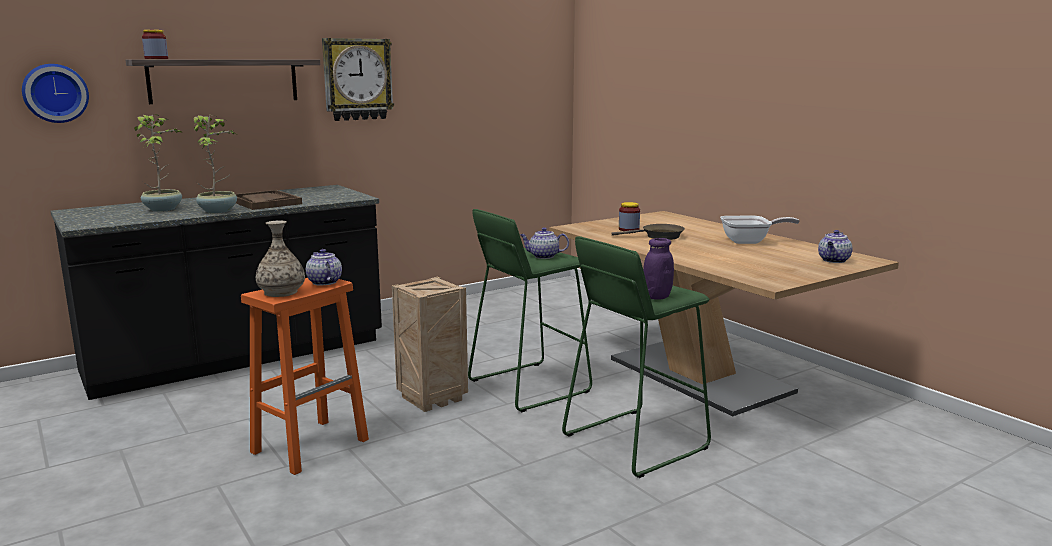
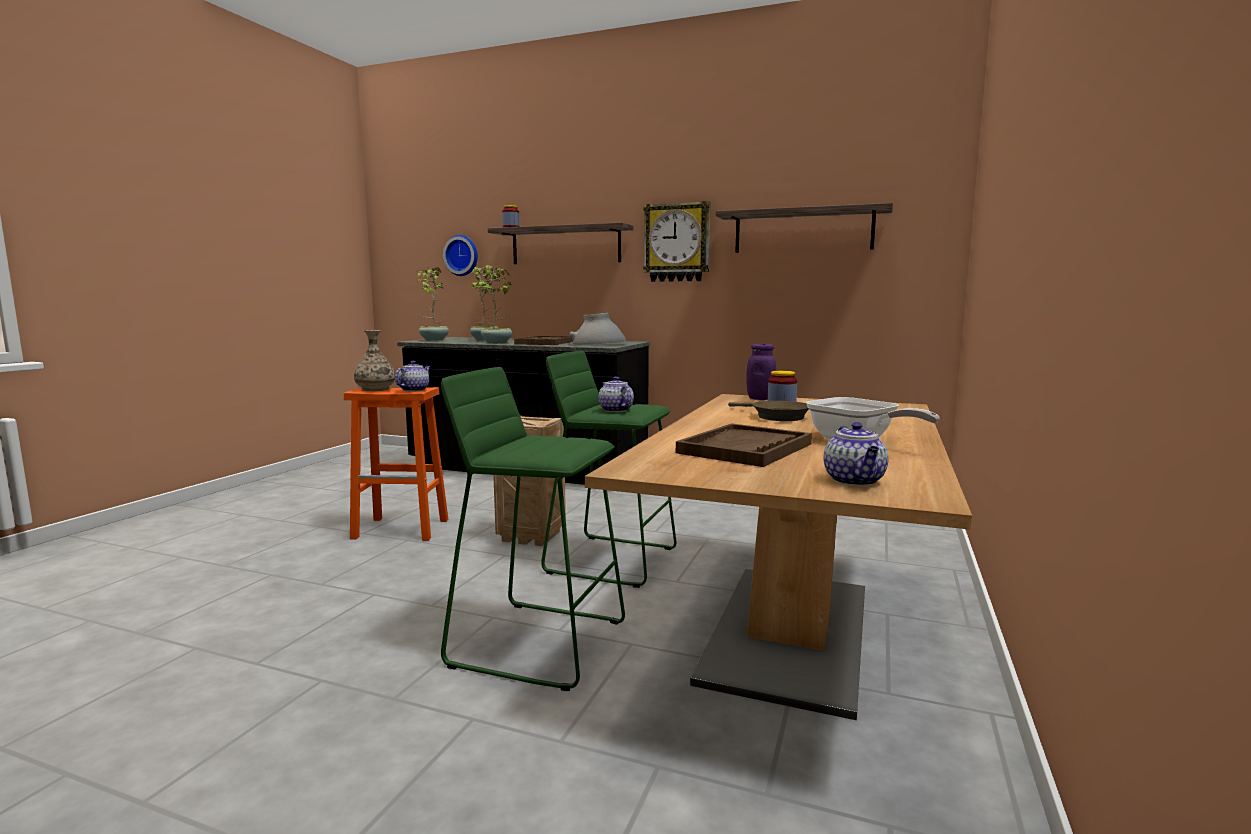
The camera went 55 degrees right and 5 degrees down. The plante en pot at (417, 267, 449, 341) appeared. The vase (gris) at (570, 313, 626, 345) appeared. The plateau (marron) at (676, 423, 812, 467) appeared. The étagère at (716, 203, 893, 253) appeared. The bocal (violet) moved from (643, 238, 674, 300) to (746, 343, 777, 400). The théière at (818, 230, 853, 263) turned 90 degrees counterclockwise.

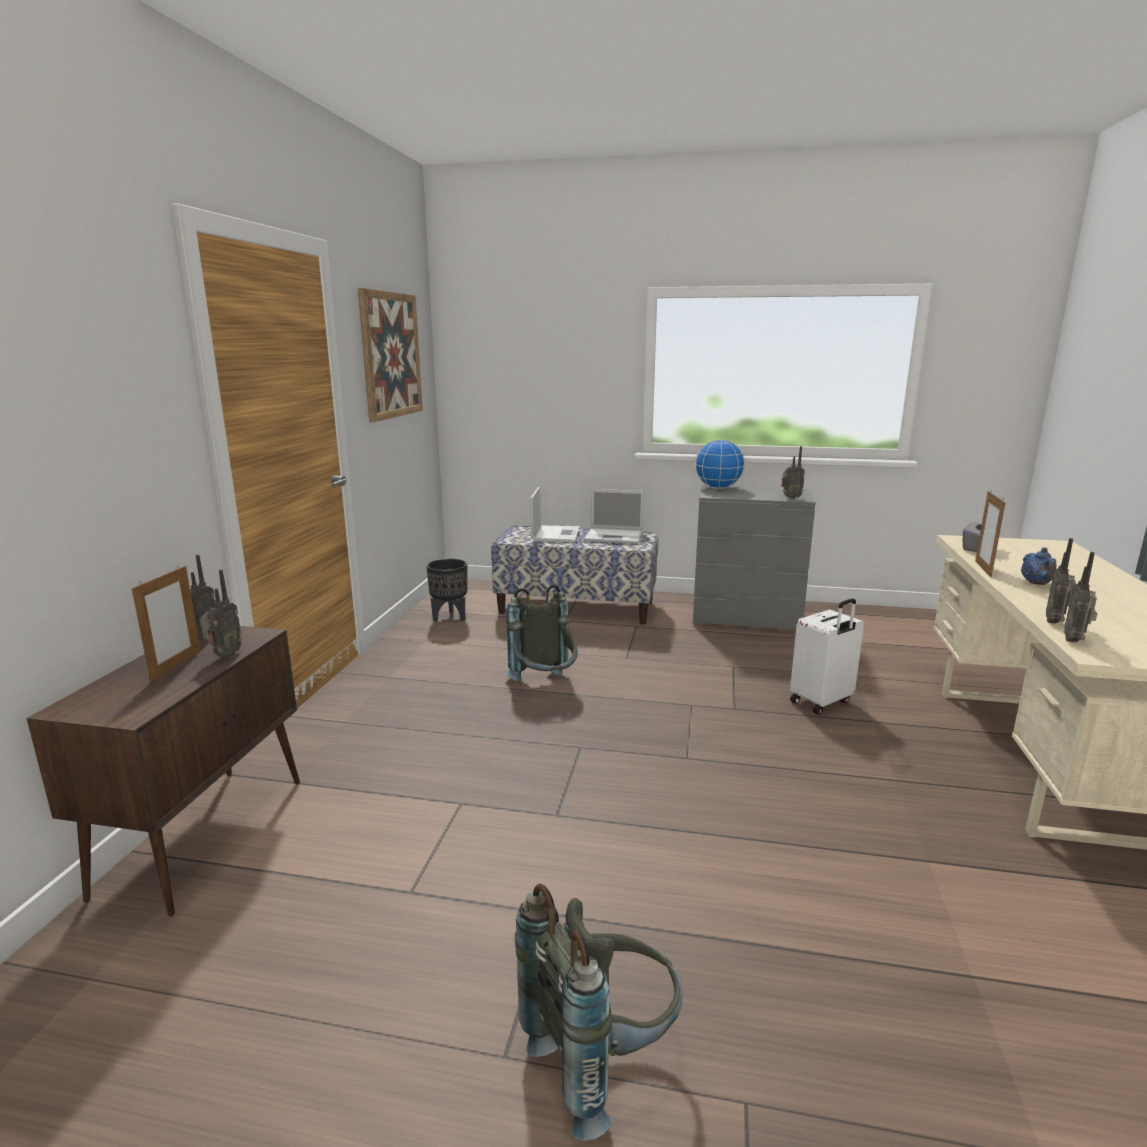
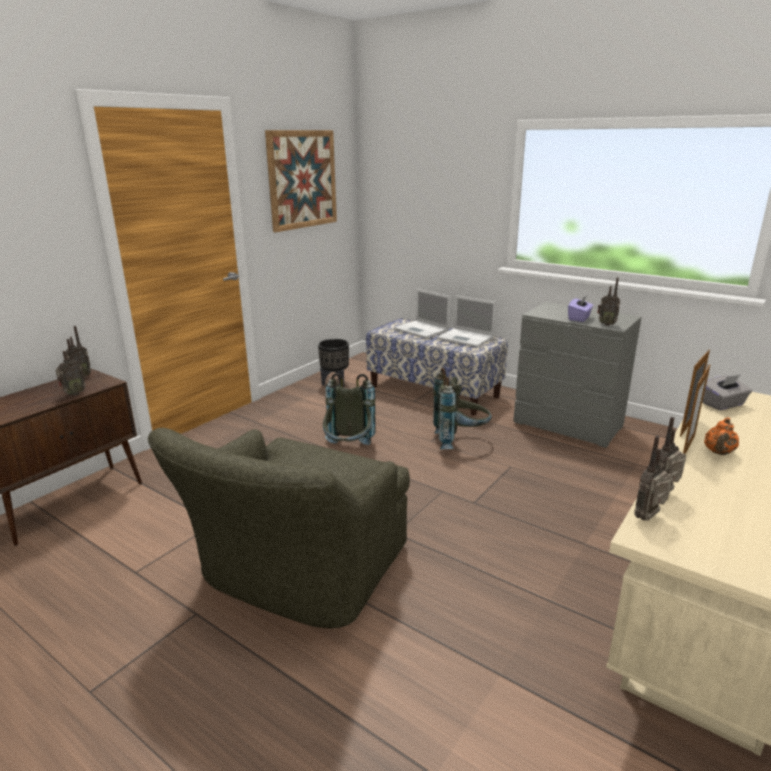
The camera went 25 degrees right and 5 degrees up. The fauteuil (vert) at (148, 428, 410, 628) appeared. The ordinateur portable at (530, 487, 580, 542) turned 105 degrees clockwise. The sac à dos (gris) moved from (515, 884, 682, 1141) to (433, 368, 492, 449). The boîte à mouchoirs (violet) at (568, 296, 594, 322) appeared. The cadre photo moved from (132, 566, 201, 681) to (683, 364, 710, 454). The théière (bleu) at (1021, 547, 1057, 585) became the théière (orange) at (704, 417, 739, 455). The globe at (695, 439, 745, 489) disappeared. The valise (blanc) at (790, 598, 864, 715) disappeared.

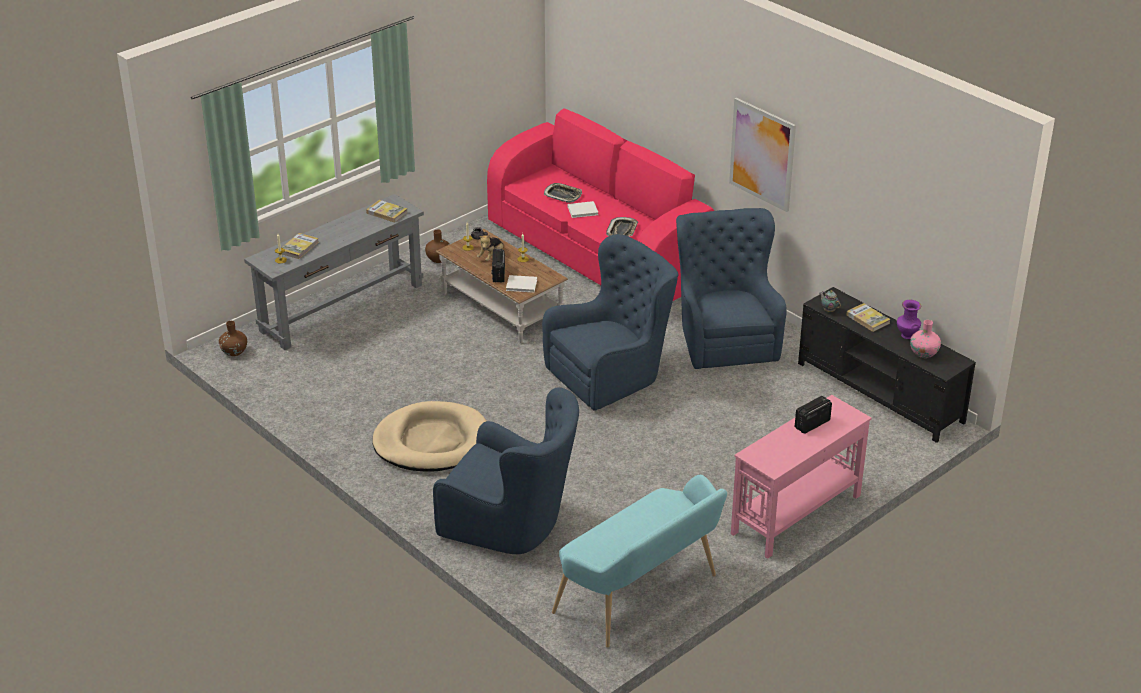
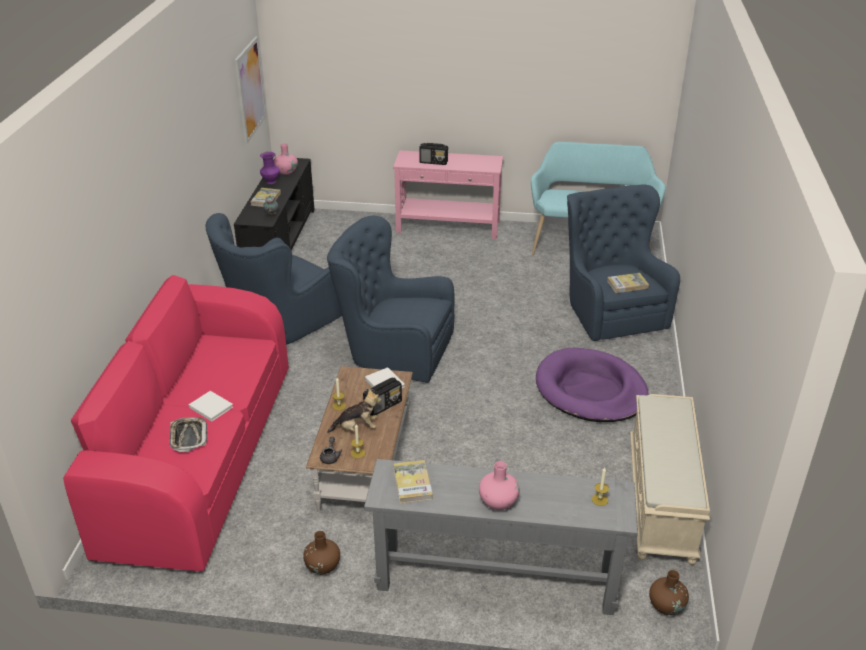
The camera went 130 degrees left and 0 degrees up. The tableau moved from (729, 98, 796, 212) to (235, 37, 266, 144). The vase (rose) at (479, 461, 520, 510) appeared. The panier pour chien (beige) at (372, 401, 486, 472) became the panier pour chien (violet) at (536, 348, 649, 422). The livre moved from (281, 233, 319, 259) to (607, 273, 649, 293). The banc (beige) at (630, 394, 710, 565) appeared. The plateau at (606, 217, 638, 237) disappeared.

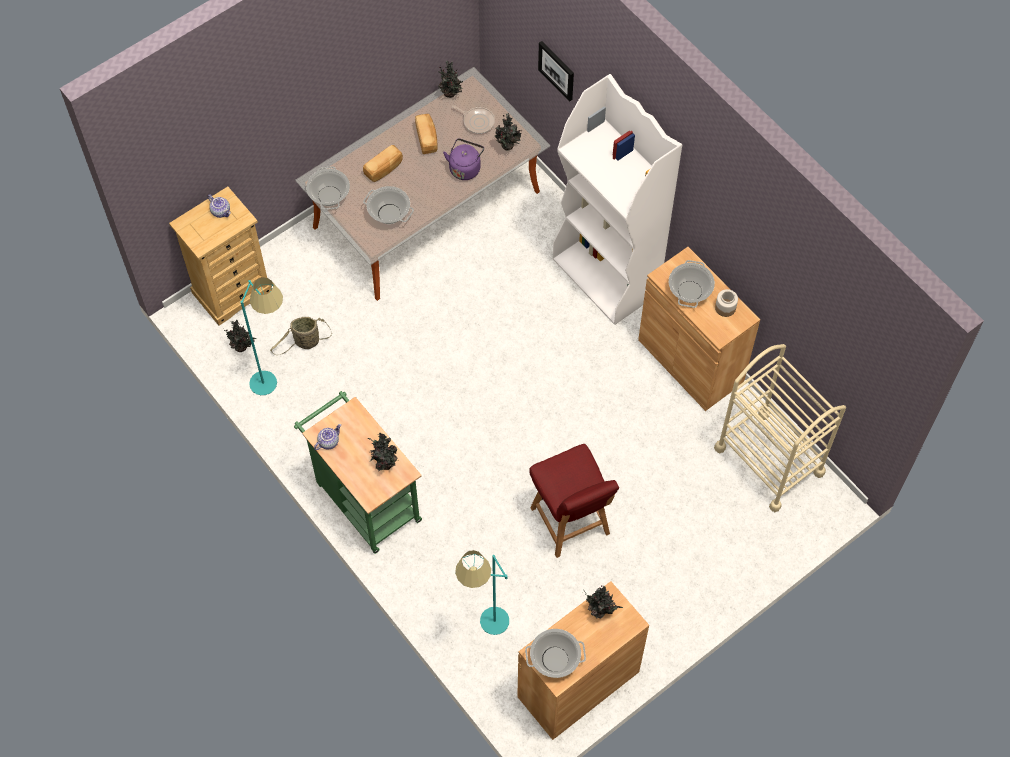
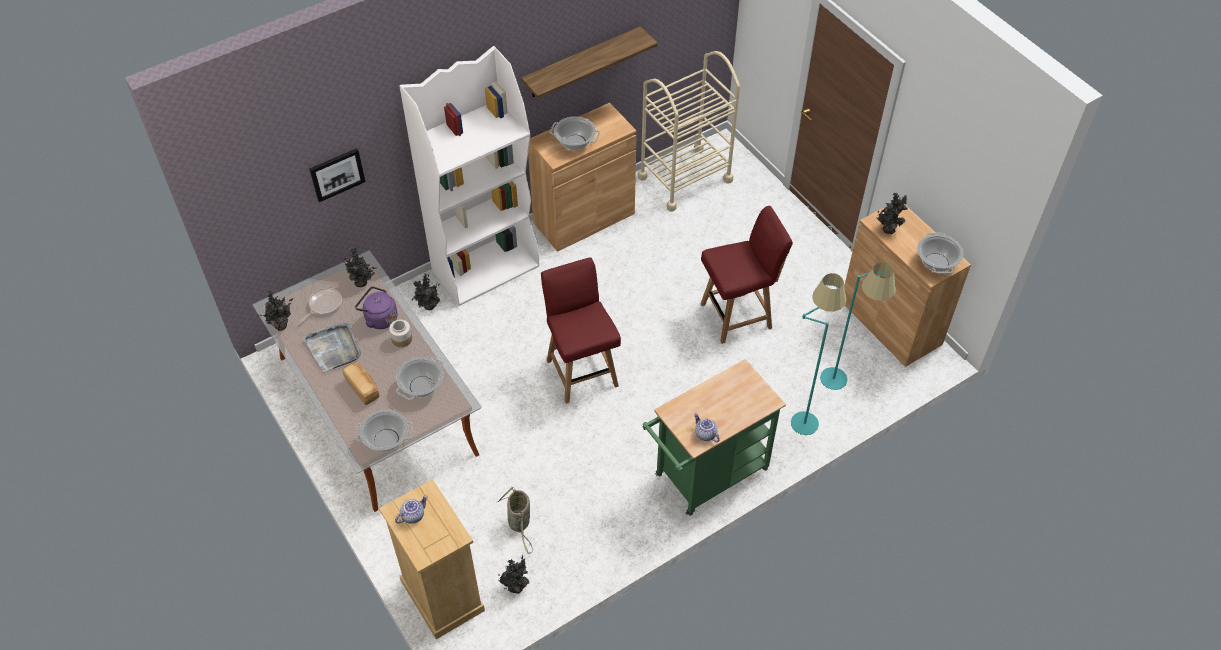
The camera went 85 degrees left and 10 degrees down. The pain at (415, 114, 437, 154) was replaced by the plateau (gris) at (303, 323, 361, 372). The bocal moved from (715, 289, 738, 317) to (389, 320, 412, 347). The plante en pot moved from (368, 433, 397, 471) to (412, 273, 441, 310). The étagère at (521, 26, 658, 98) appeared. The chaise (rouge) at (541, 257, 621, 404) appeared. The lampadaire (turquoise) moved from (241, 277, 283, 395) to (791, 273, 847, 435).

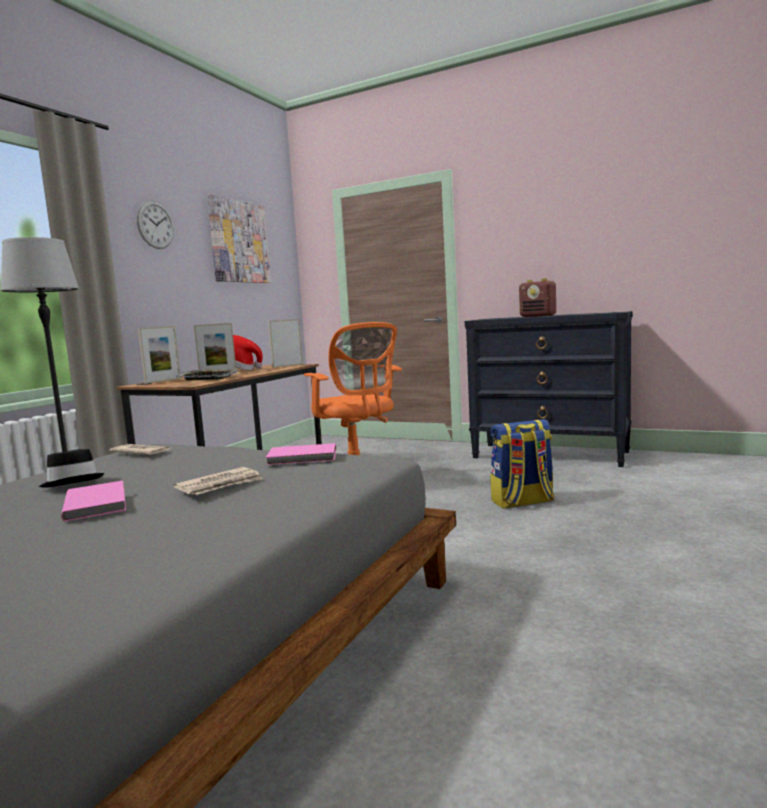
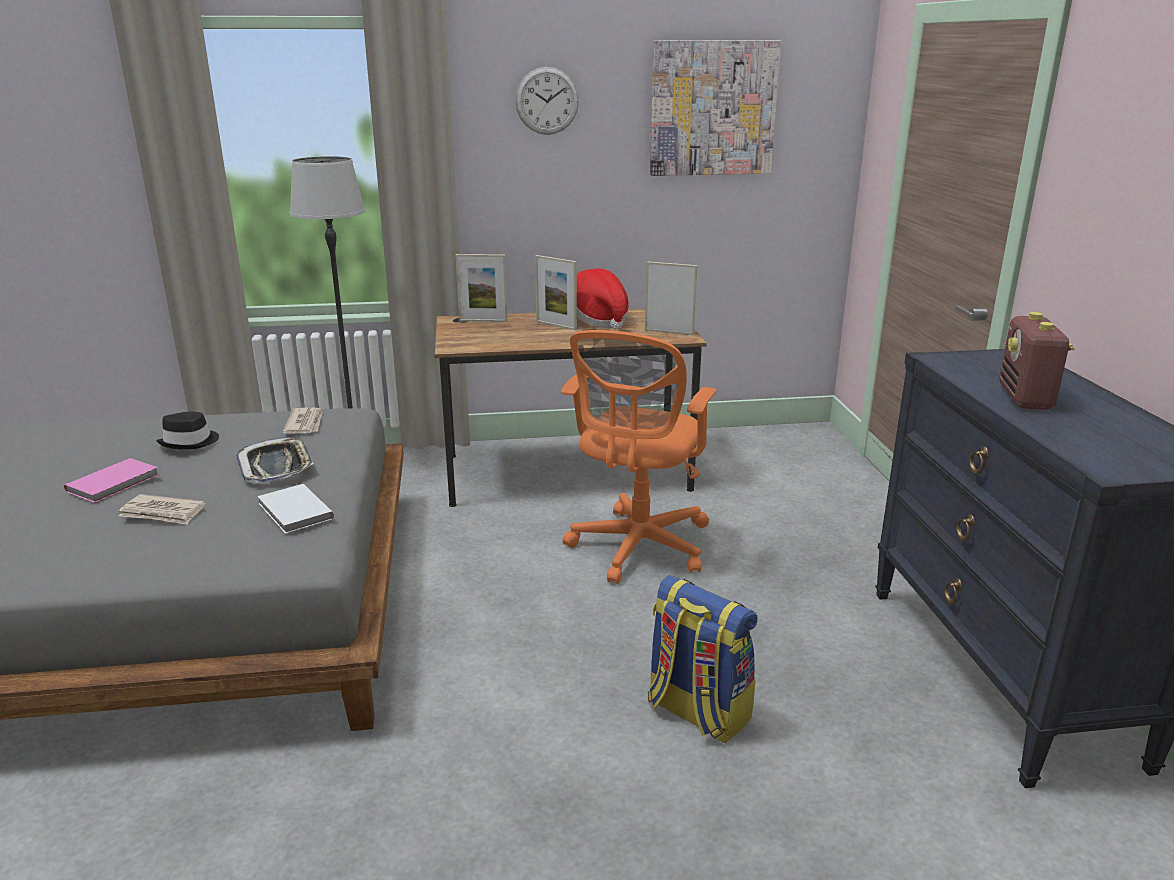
The camera went 55 degrees right and 15 degrees up. The plateau moved from (177, 369, 239, 381) to (236, 437, 314, 484). The livre (rose) at (265, 443, 336, 465) became the livre (blanc) at (257, 484, 334, 534).

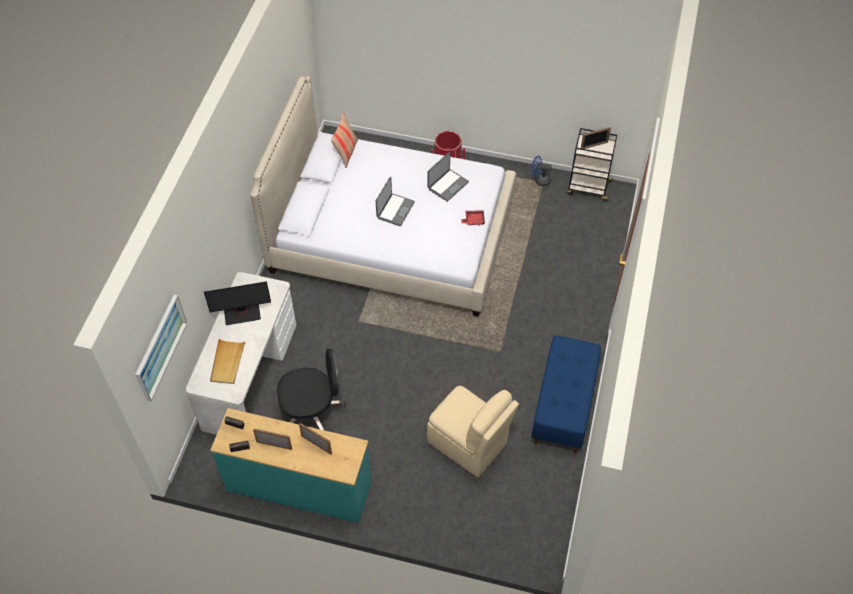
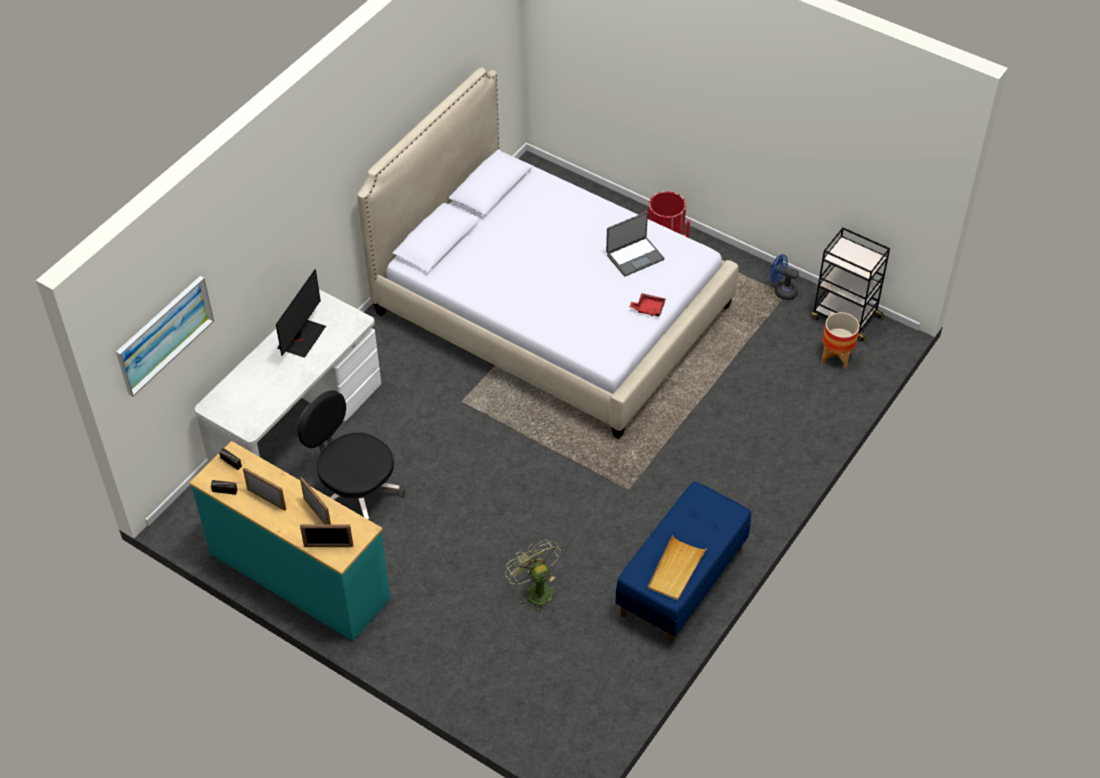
The camera went 20 degrees right and 5 degrees down. The écran d'ordinateur at (204, 281, 271, 325) turned 75 degrees counterclockwise. The chaise de bureau (noir) at (277, 349, 346, 430) turned 150 degrees counterclockwise. The cadre photo moved from (581, 127, 611, 149) to (300, 525, 353, 547). The chaise (beige) at (427, 386, 519, 477) was replaced by the ventilateur (vert) at (505, 539, 561, 613). The plateau (beige) moved from (210, 339, 245, 384) to (648, 535, 707, 601). The cache-pot at (821, 312, 860, 369) appeared. The coussin at (331, 112, 358, 168) disappeared. The ordinateur portable at (376, 177, 415, 226) disappeared.

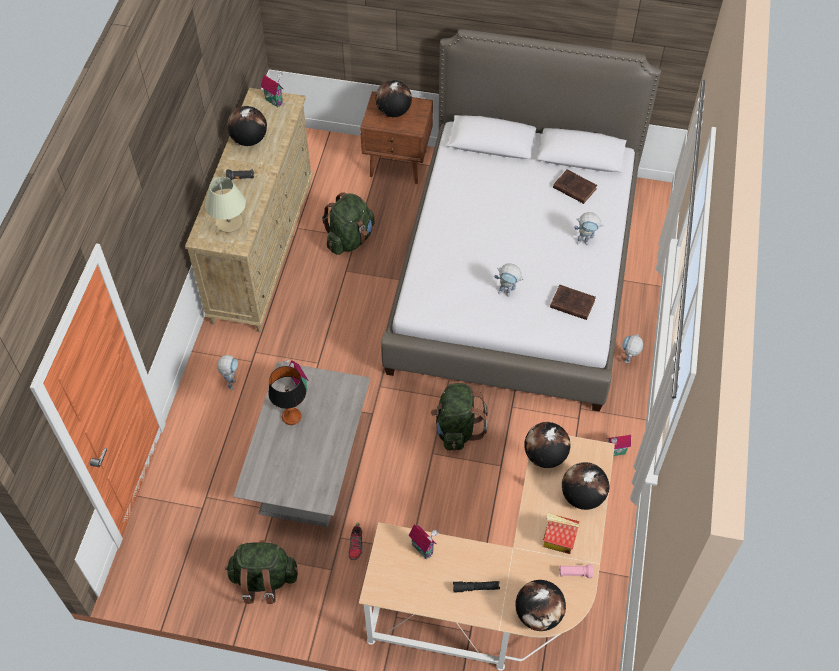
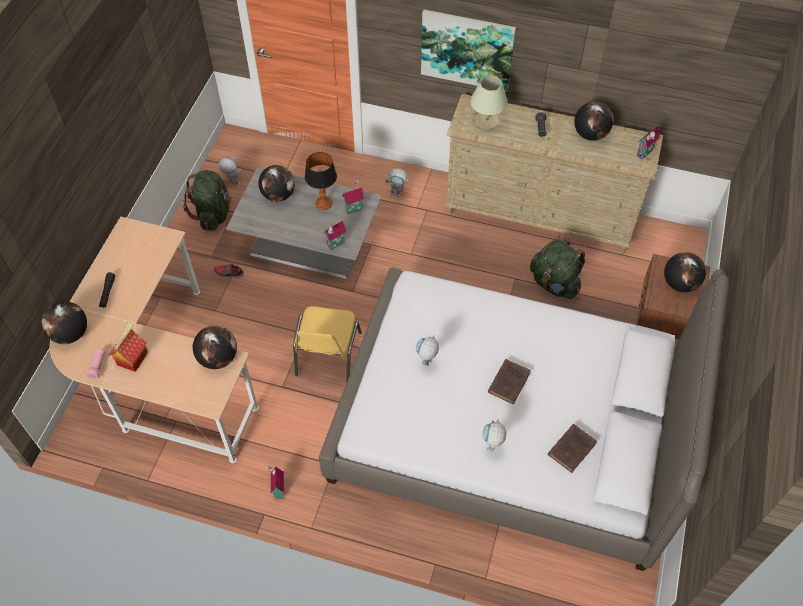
The camera went 95 degrees right and 0 degrees up. The robot jouet moved from (622, 334, 643, 363) to (219, 157, 241, 186). The globe moved from (562, 462, 609, 510) to (258, 165, 295, 202). The sac à dos (vert) at (431, 383, 488, 451) was replaced by the chaise (jaune) at (293, 306, 362, 383). The maison miniature moved from (408, 524, 439, 559) to (324, 221, 347, 250). The tableau at (421, 10, 516, 92) appeared. The livre (marron) moved from (550, 285, 596, 320) to (488, 359, 531, 404).

